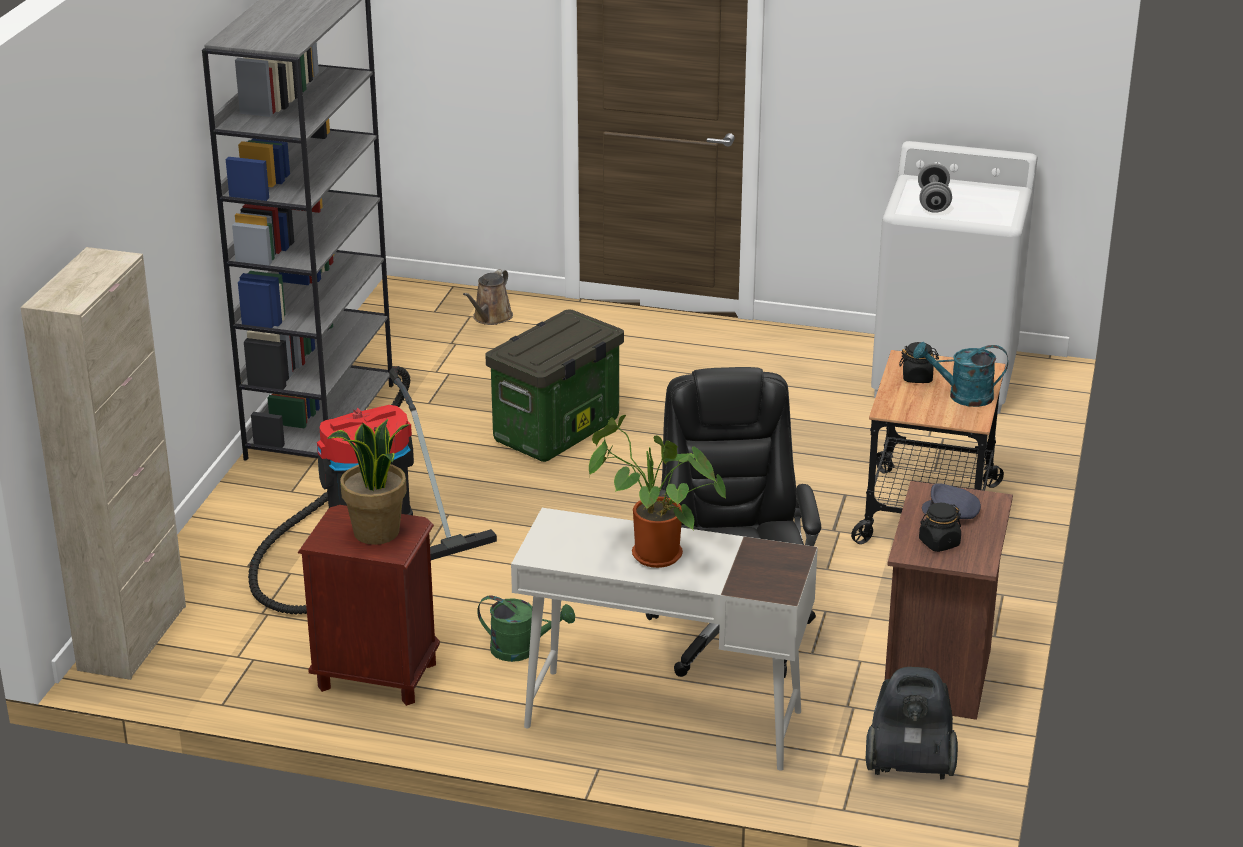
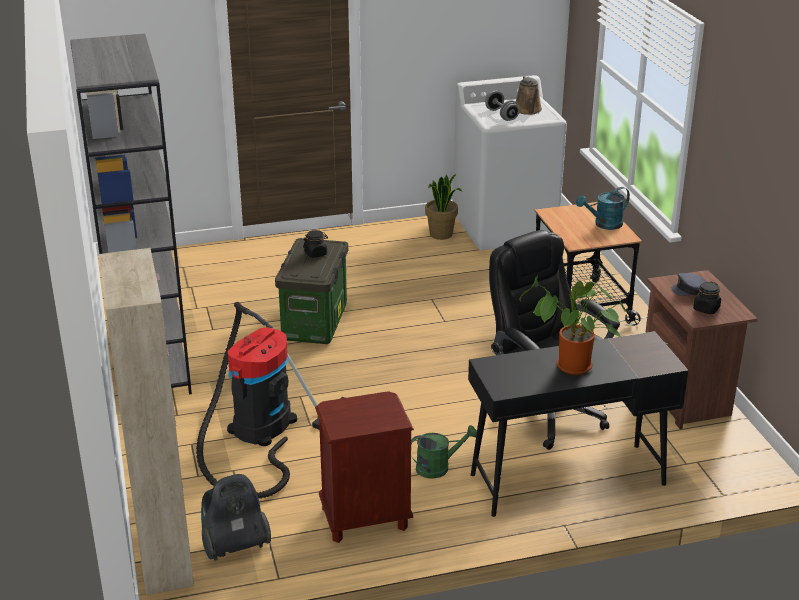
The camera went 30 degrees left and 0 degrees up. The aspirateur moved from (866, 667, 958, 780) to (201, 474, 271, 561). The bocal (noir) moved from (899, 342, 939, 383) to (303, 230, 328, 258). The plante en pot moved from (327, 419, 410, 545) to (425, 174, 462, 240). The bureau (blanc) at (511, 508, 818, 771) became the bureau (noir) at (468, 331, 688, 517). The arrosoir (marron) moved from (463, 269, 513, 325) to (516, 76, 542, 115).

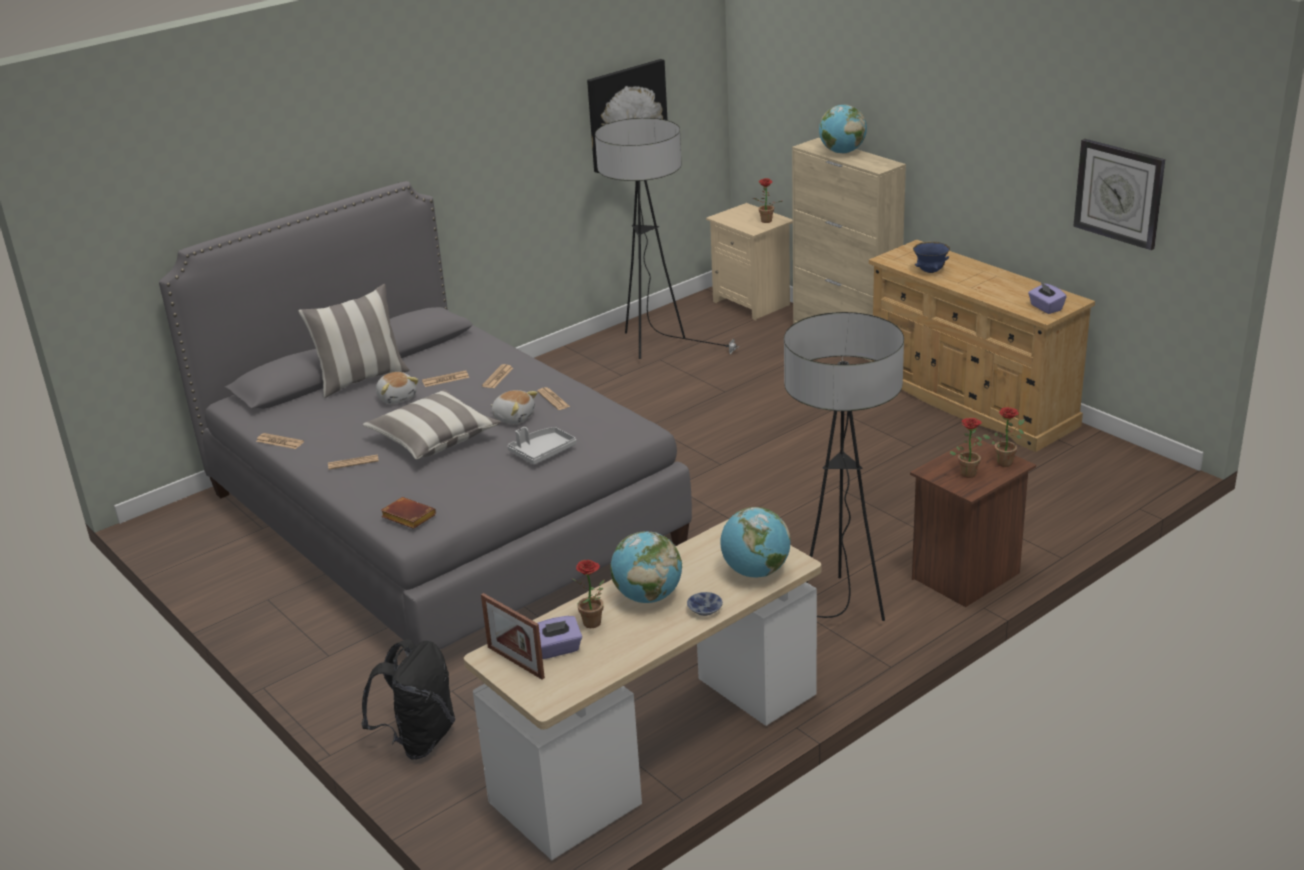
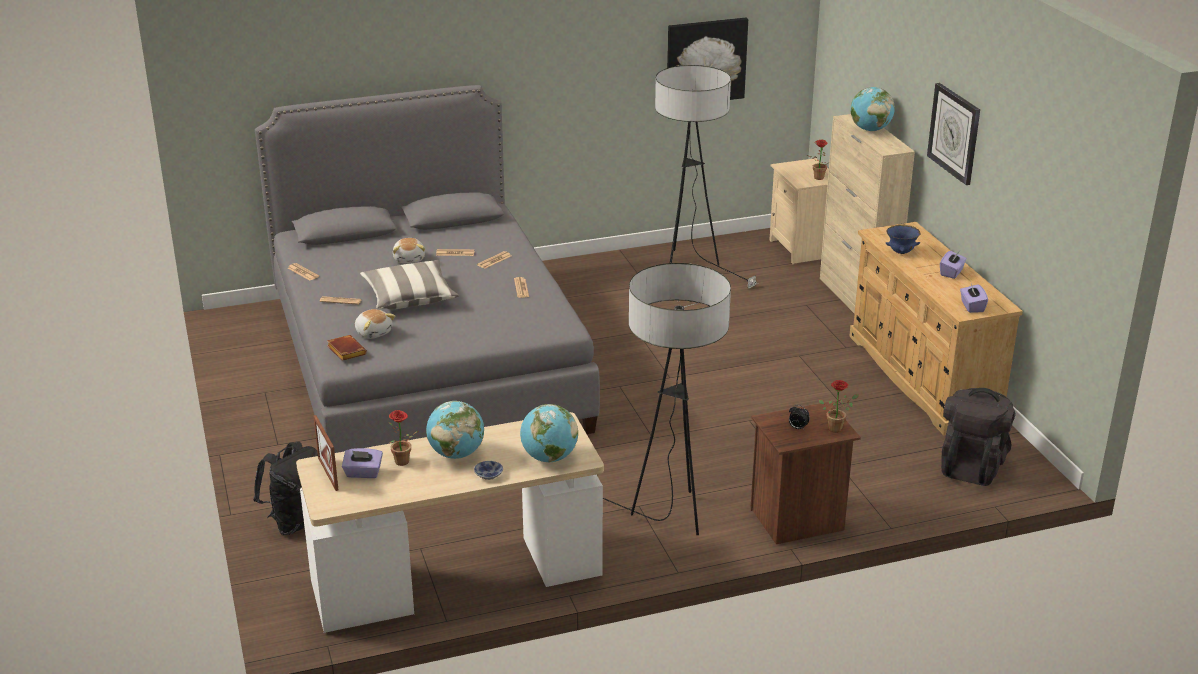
The camera went 20 degrees right and 0 degrees up. The peluche moved from (491, 390, 538, 424) to (355, 309, 396, 339). The plante en pot at (949, 418, 983, 478) was replaced by the réveil at (789, 405, 810, 429). The horloge murale moved from (1073, 139, 1165, 250) to (927, 83, 980, 185). The boîte à mouchoirs (violet) at (940, 251, 967, 279) appeared. The sac à dos (noir) at (941, 388, 1016, 486) appeared. The coussin at (298, 284, 409, 398) disappeared. The plateau (gris) at (508, 427, 577, 465) disappeared.

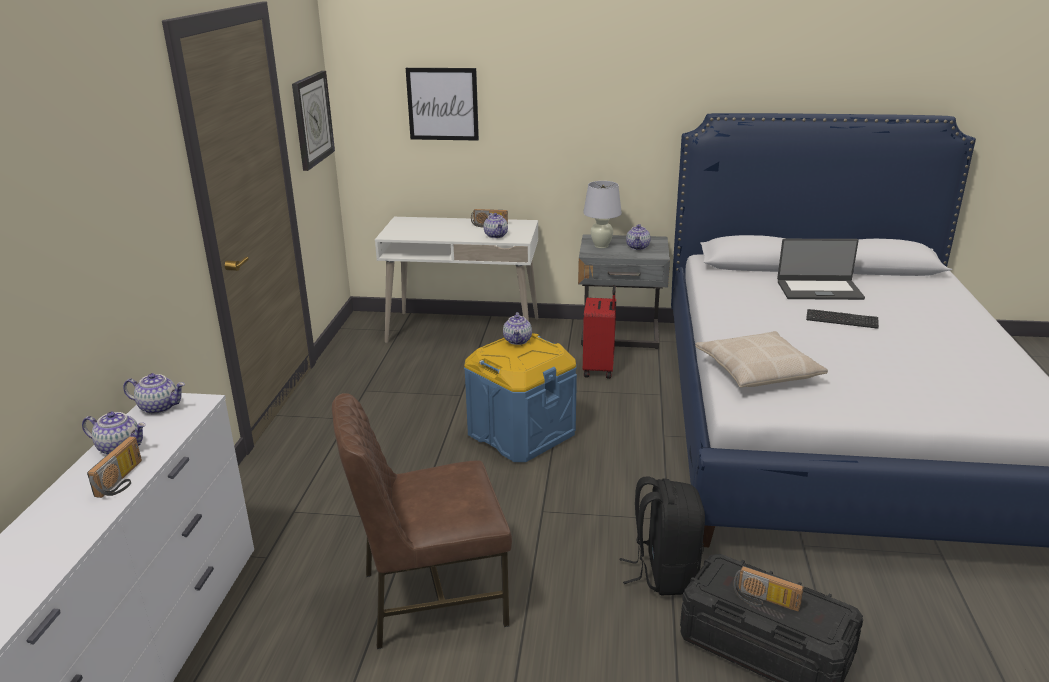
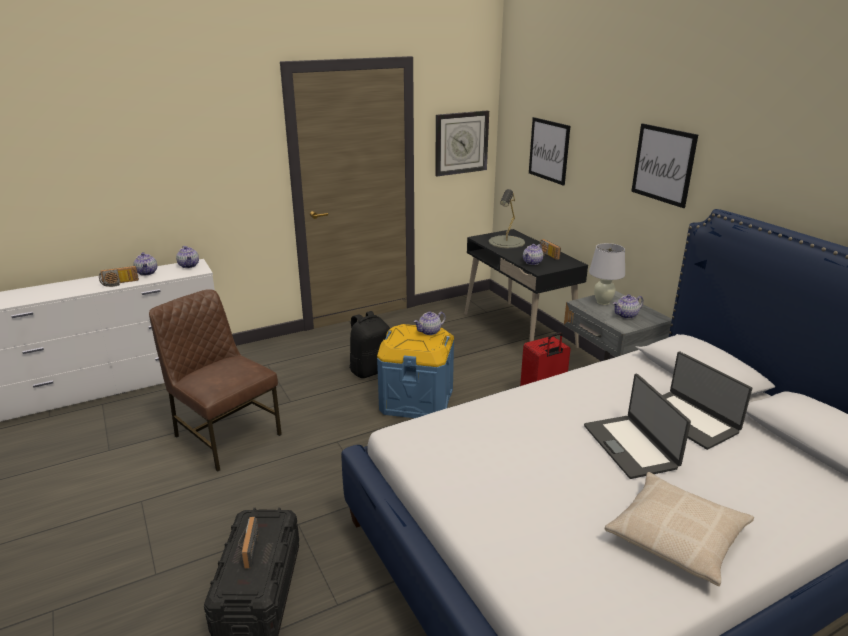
The camera went 55 degrees right and 0 degrees up. The sac à dos (noir) moved from (619, 476, 705, 595) to (350, 311, 391, 378). The bureau (blanc) at (375, 217, 538, 343) became the bureau (noir) at (465, 229, 588, 349). The lampe de table (gris) at (489, 189, 525, 249) appeared. The clavier at (806, 309, 879, 329) was replaced by the ordinateur portable at (584, 374, 691, 479). The coussin (beige) moved from (695, 331, 828, 388) to (605, 472, 754, 586). The tableau at (631, 123, 698, 208) appeared.

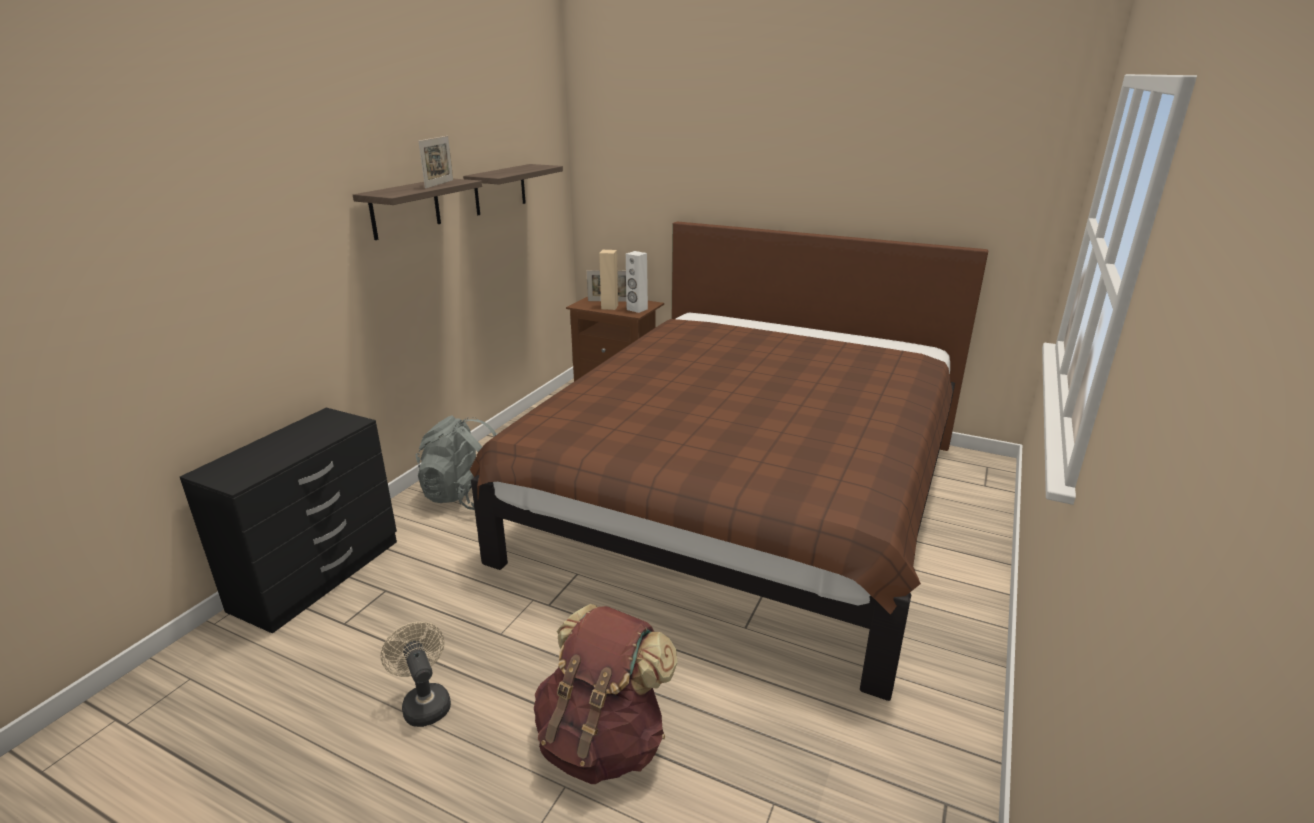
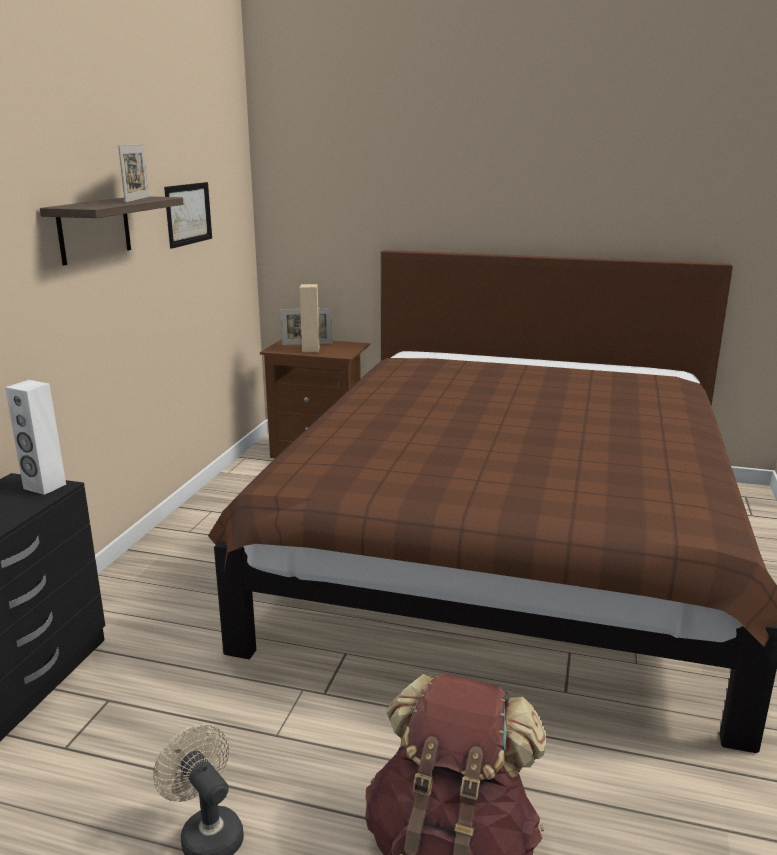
The camera went 10 degrees left and 5 degrees down. The enceinte (blanc) moved from (626, 251, 648, 313) to (5, 380, 66, 495). The étagère at (463, 164, 563, 215) was replaced by the tableau at (164, 182, 212, 249). The sac à dos (gris) at (415, 415, 498, 510) disappeared.

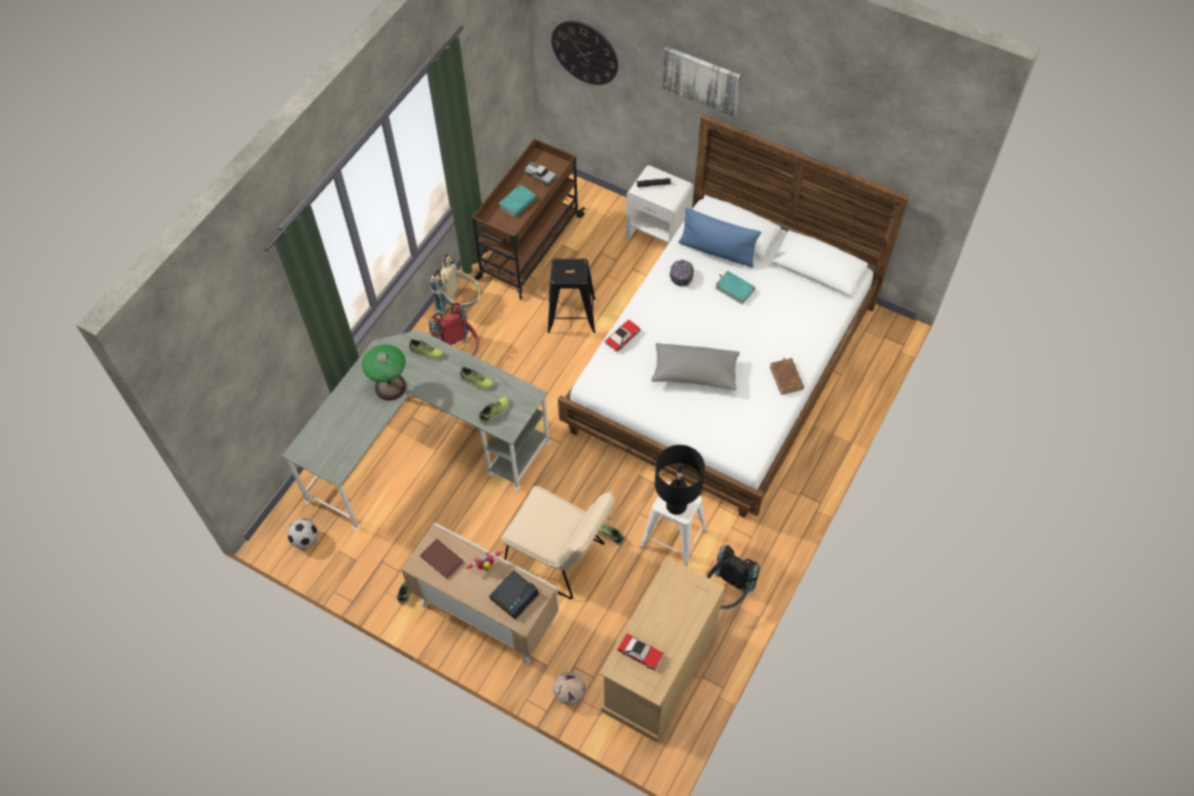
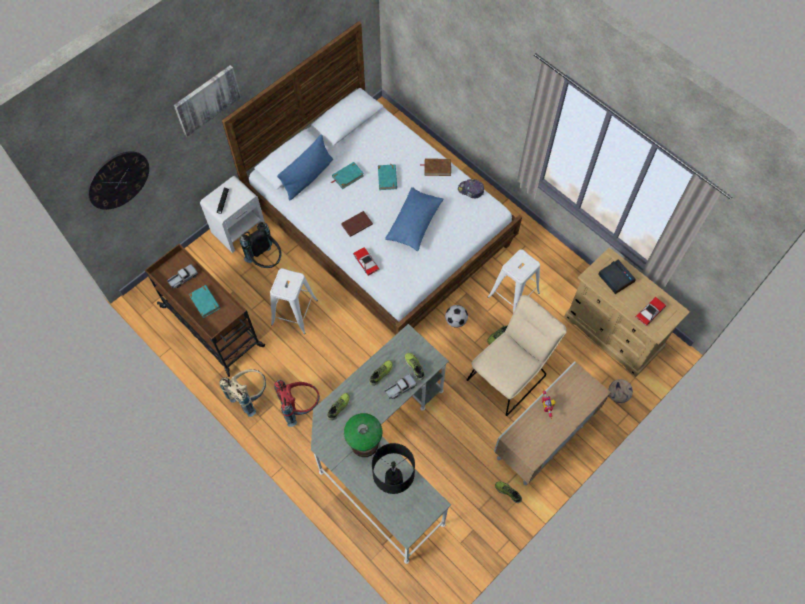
The camera went 75 degrees left and 5 degrees up. The sac à dos (noir) moved from (707, 545, 760, 609) to (240, 222, 282, 268). The tabouret (noir) at (547, 259, 596, 333) became the tabouret (blanc) at (270, 268, 318, 334). The livre (marron) moved from (420, 538, 463, 579) to (341, 211, 373, 237). The lampe de table (noir) moved from (655, 445, 705, 515) to (372, 443, 415, 494). The livre (turquoise) at (378, 164, 397, 190) appeared. The coussin (gris) at (651, 343, 740, 390) became the coussin (bleu) at (385, 187, 443, 251). The camion jouet at (385, 374, 417, 399) appeared. The ballon de foot moved from (287, 519, 318, 549) to (445, 305, 468, 328). The casquette moved from (670, 260, 694, 287) to (458, 179, 484, 198). The réveil moved from (489, 570, 539, 620) to (598, 260, 636, 294).

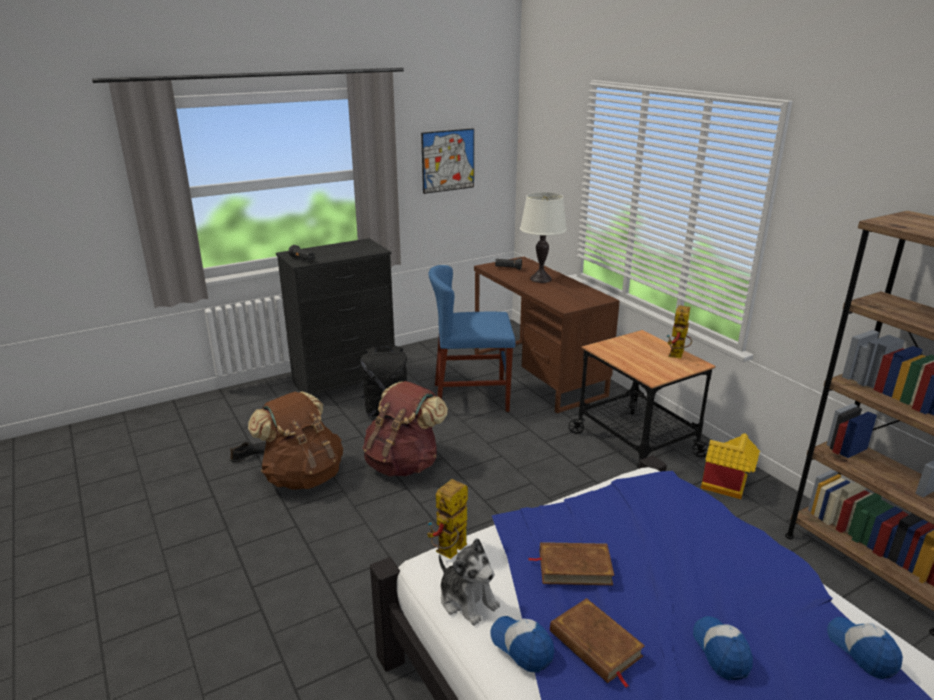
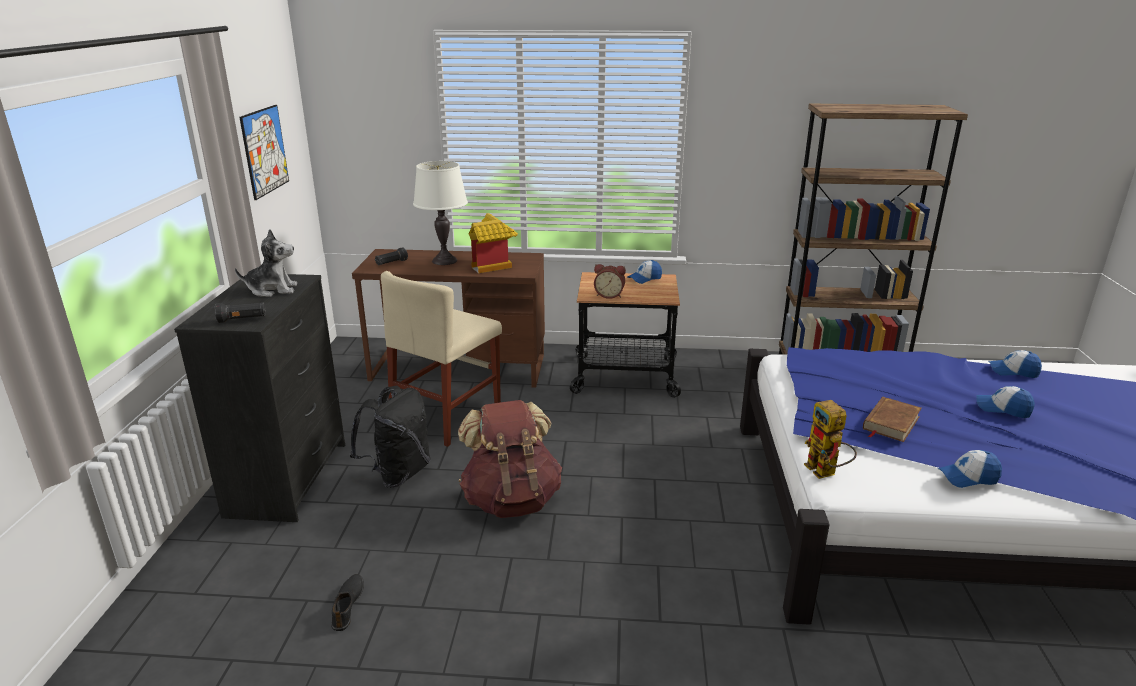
The camera went 55 degrees left and 0 degrees up. The peluche moved from (439, 538, 500, 626) to (235, 229, 297, 297). The chaise (bleu) at (428, 265, 516, 412) became the chaise (beige) at (381, 271, 502, 447). The maison miniature moved from (701, 433, 760, 499) to (469, 213, 518, 273). The réveil at (594, 264, 626, 299) appeared. The robot jouet at (667, 305, 692, 359) was replaced by the casquette at (628, 260, 662, 284). The sac à dos (marron) at (248, 391, 343, 490) disappeared. The livre (marron) at (550, 598, 645, 688) disappeared.

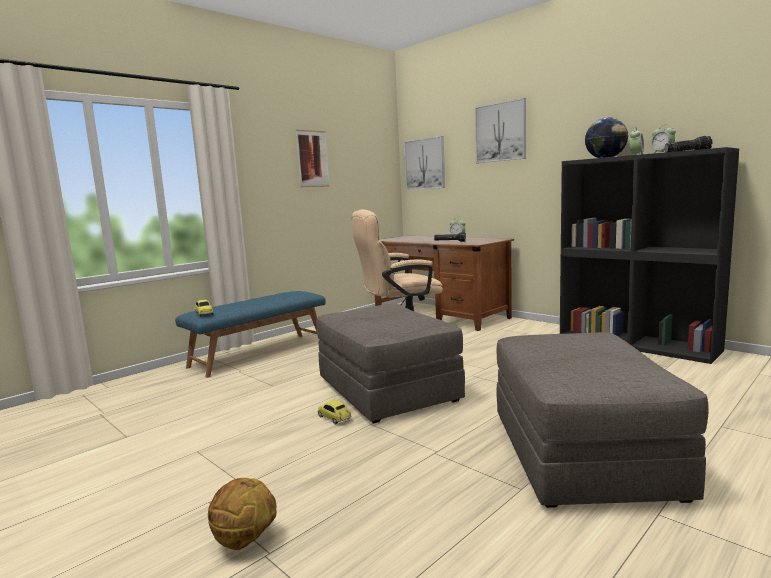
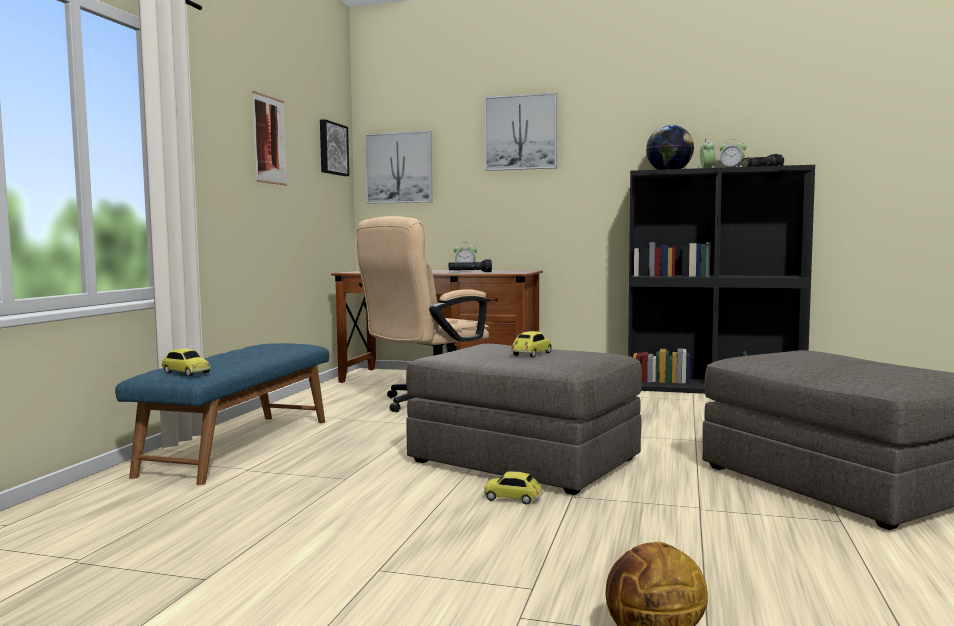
The camera went 30 degrees left and 5 degrees down. The tableau at (320, 119, 349, 176) appeared. The petite voiture at (511, 331, 552, 358) appeared.

